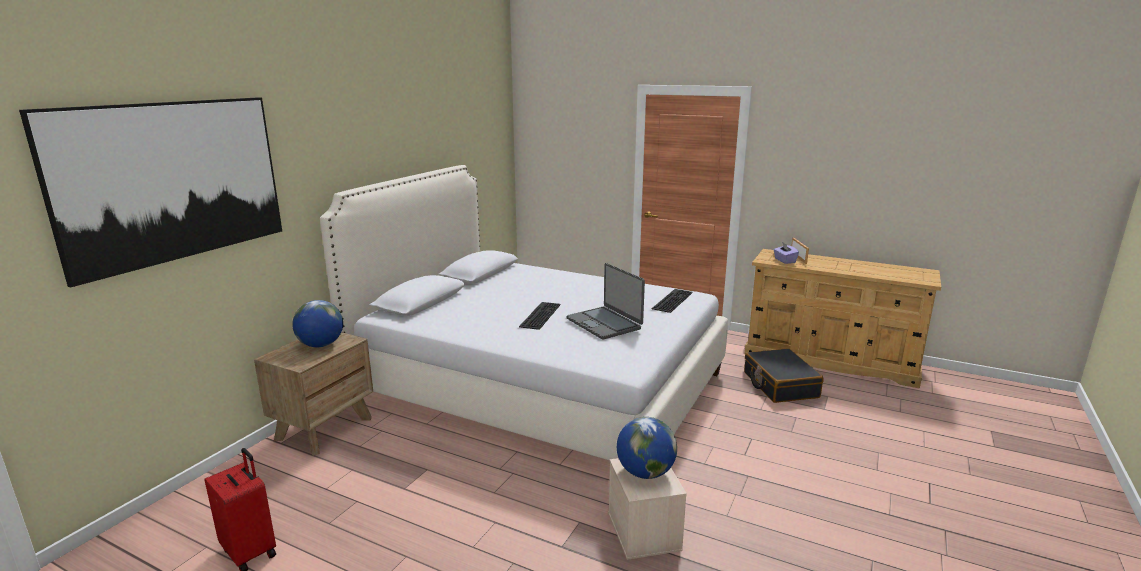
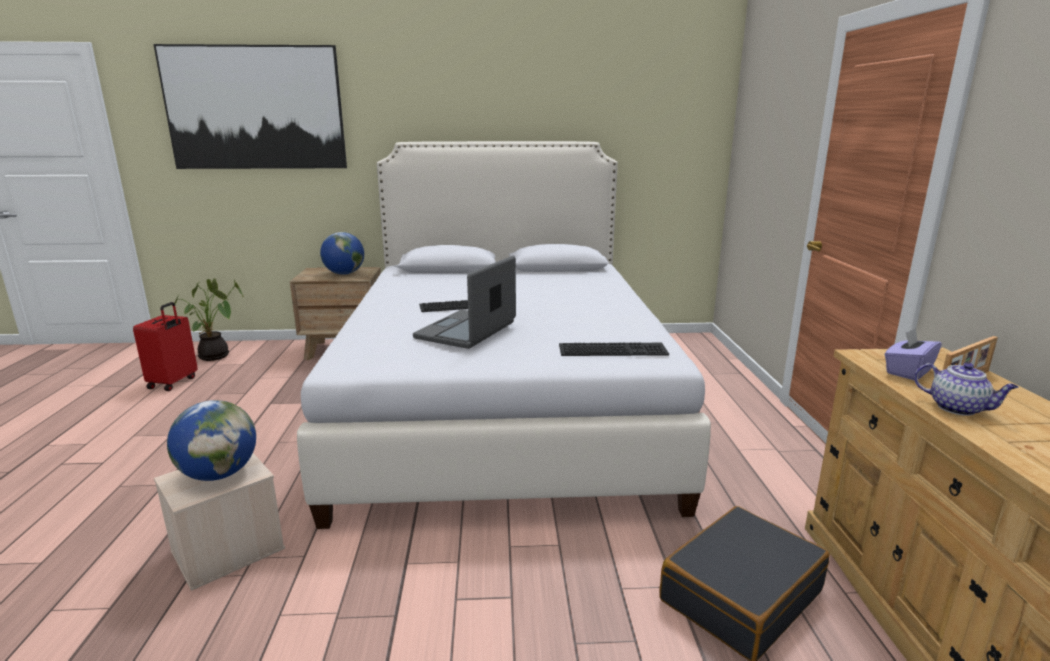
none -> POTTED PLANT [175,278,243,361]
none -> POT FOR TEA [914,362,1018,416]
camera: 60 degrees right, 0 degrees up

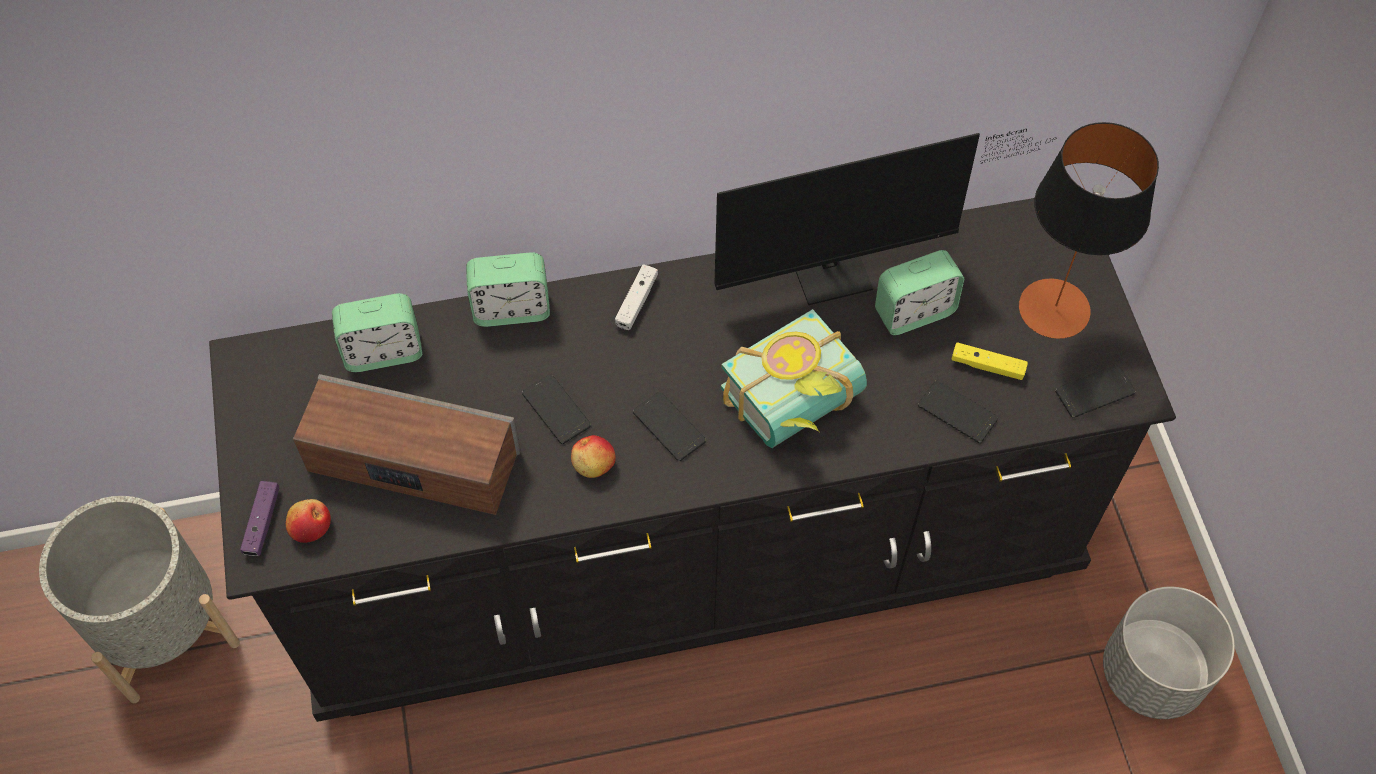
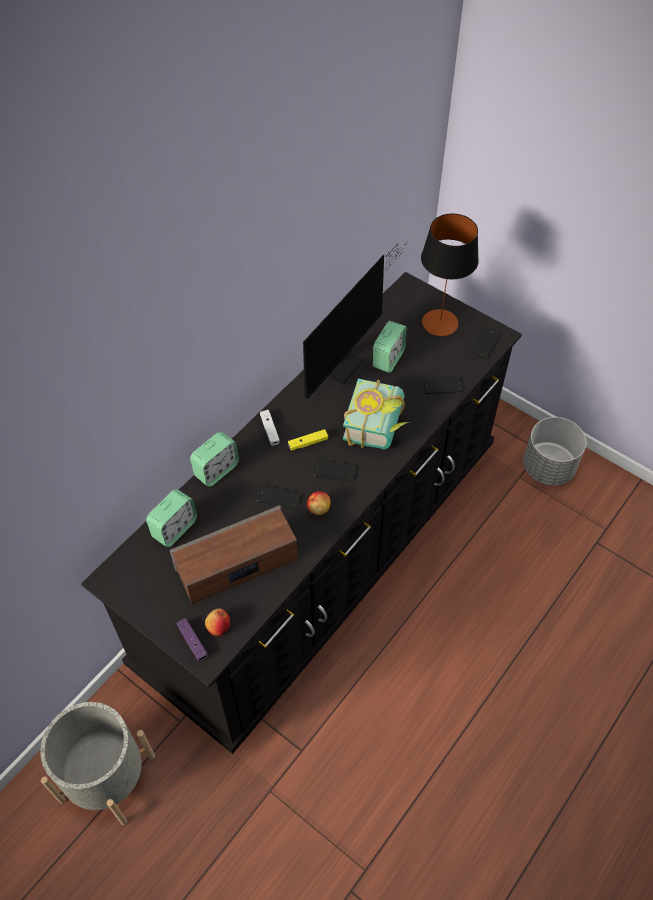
YELLOWISH GAME CONTROLLER [952,342,1028,380] -> YELLOWISH GAME CONTROLLER [288,429,328,451], shifted
camera: 40 degrees left, 5 degrees down

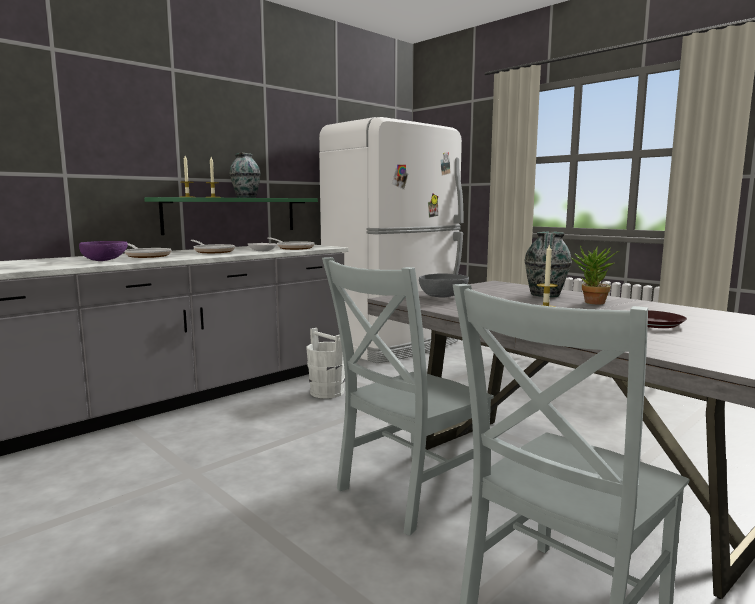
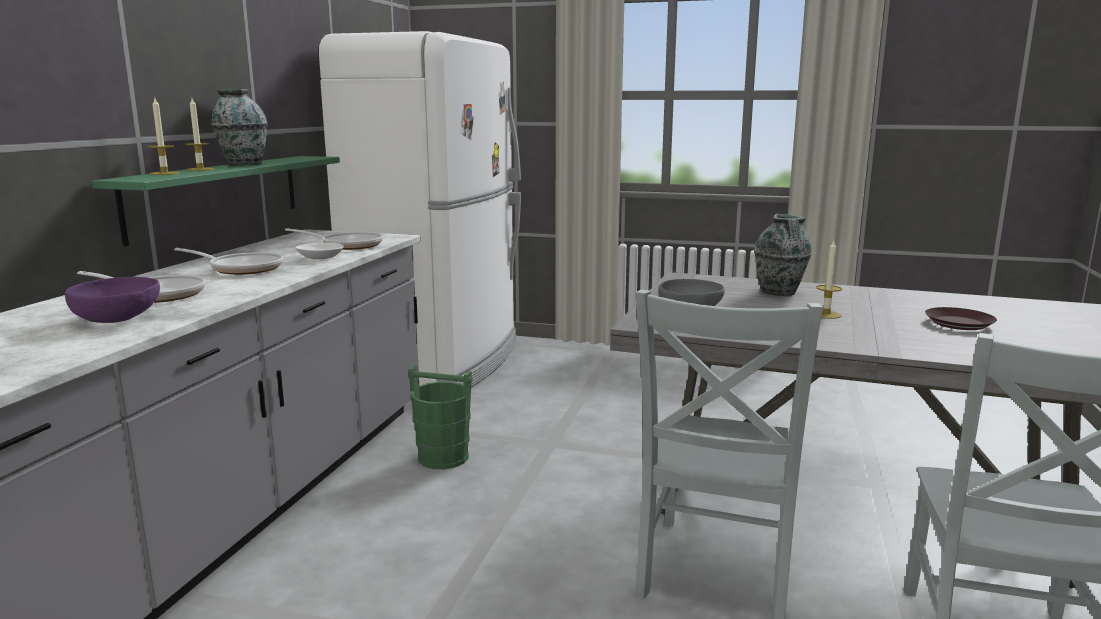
POTTED PLANT [571,245,619,304] -> none
WHITE PAIL [306,328,345,399] -> GREEN-COLOURED PAIL [408,365,473,469]
camera: 30 degrees left, 5 degrees up

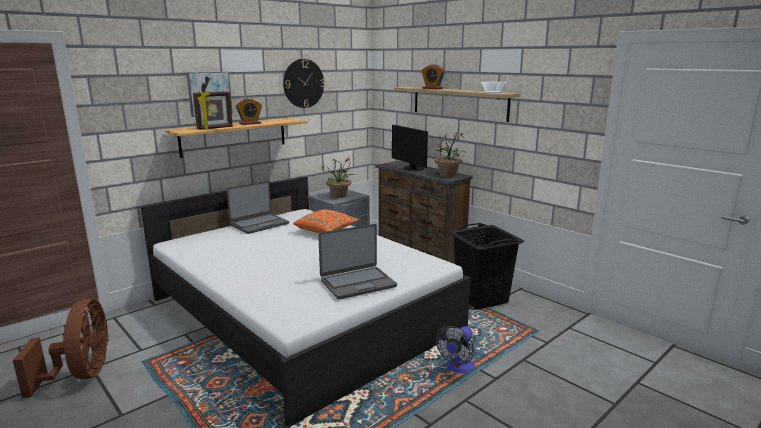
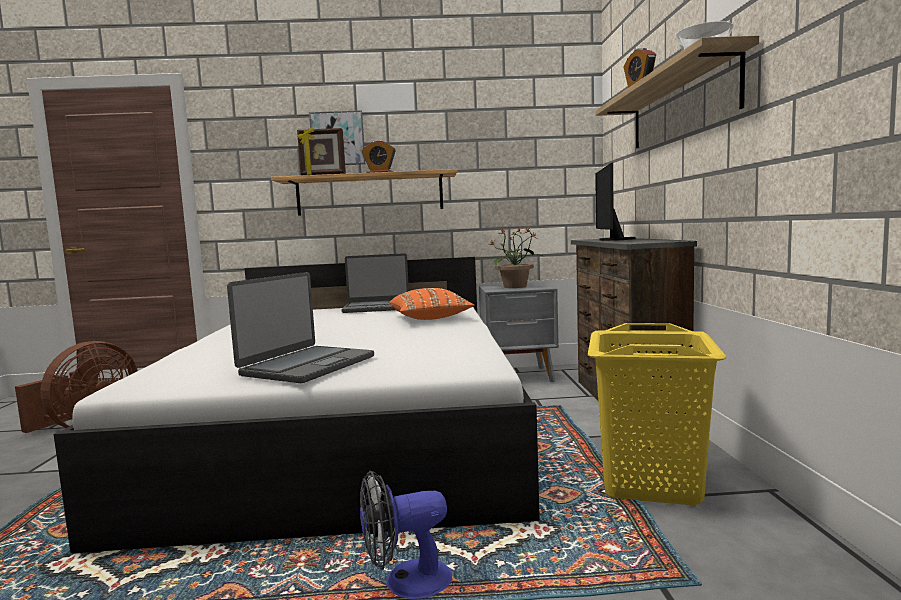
CLOCK ON THE WALL [283,59,325,108] -> none
POTTED PLANT [434,131,467,177] -> none
BLACK-COLOURED HAMPER [450,223,524,309] -> YELLOWISH HAMPER [588,323,726,505]
NOTEBOOK COMPUTER [318,224,397,300] -> NOTEBOOK COMPUTER [227,272,374,383], 75 degrees counterclockwise
camera: 40 degrees right, 10 degrees down

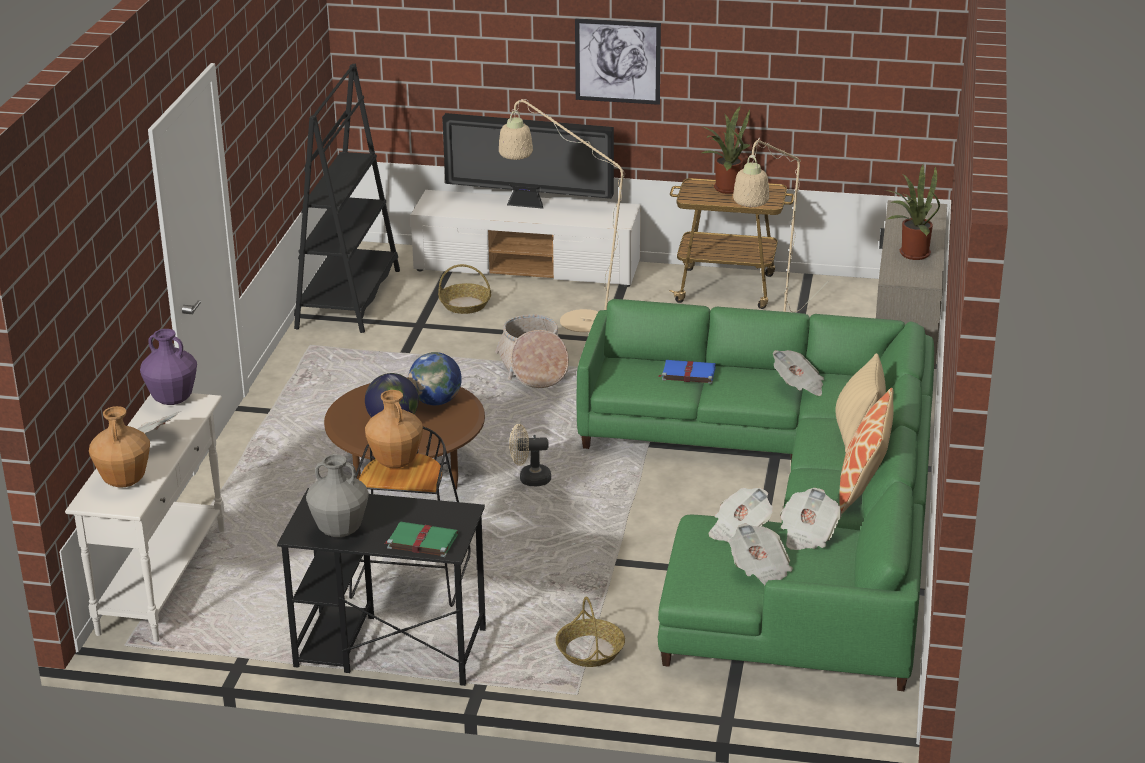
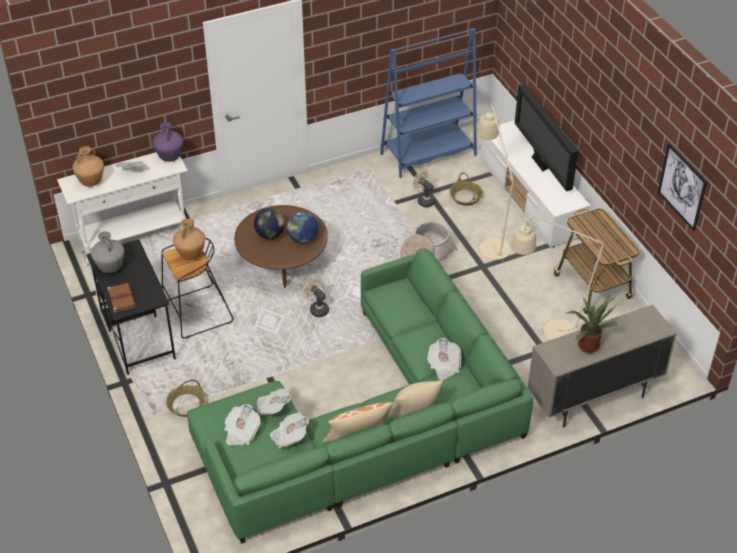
BLUISH VOLUME [658,360,716,384] -> none
POTTED PLANT [702,107,750,194] -> none
none -> SAND-COLOURED FAN [412,170,435,207]
WALL ART [575,18,661,105] -> WALL ART [658,143,707,231], shifted
BLACK-COLOURED BOOKSHELF [294,64,400,333] -> BLUISH BOOKSHELF [380,28,477,178]
GREEN-COLOURED VOLUME [385,521,458,557] -> BROWN-COLOURED VOLUME [107,283,136,313]
camera: 55 degrees right, 15 degrees up

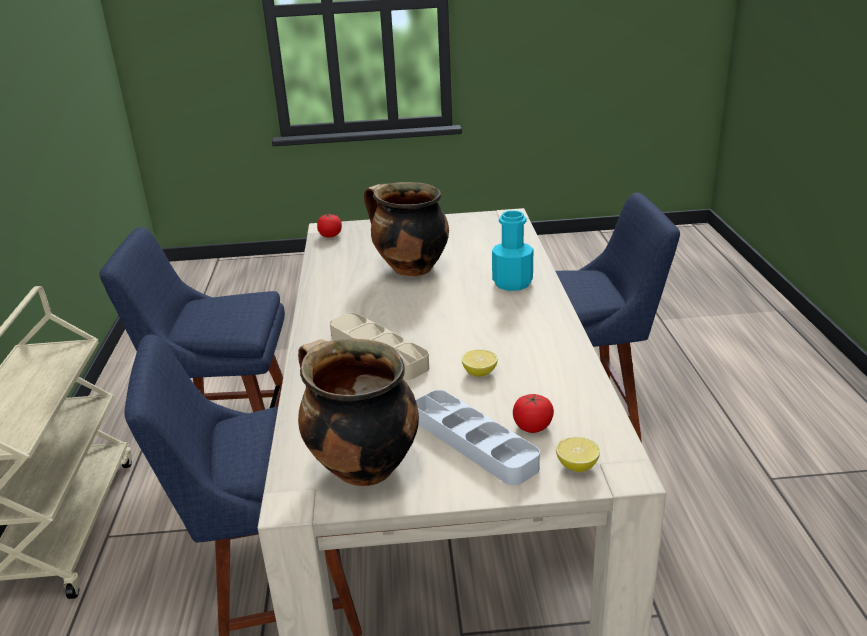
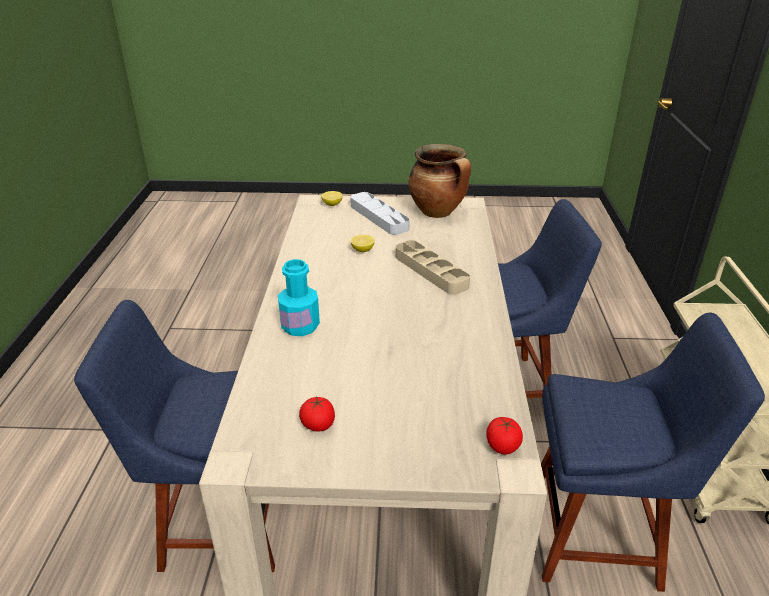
STOCKPOT [364,182,449,276] -> none
FRESH TOMATO [513,394,554,433] -> FRESH TOMATO [299,397,335,432], shifted
camera: 175 degrees left, 5 degrees up

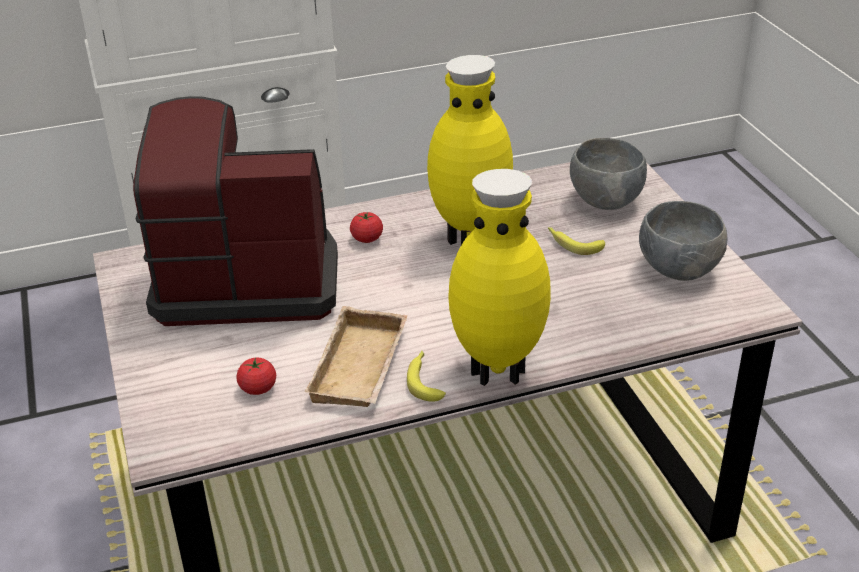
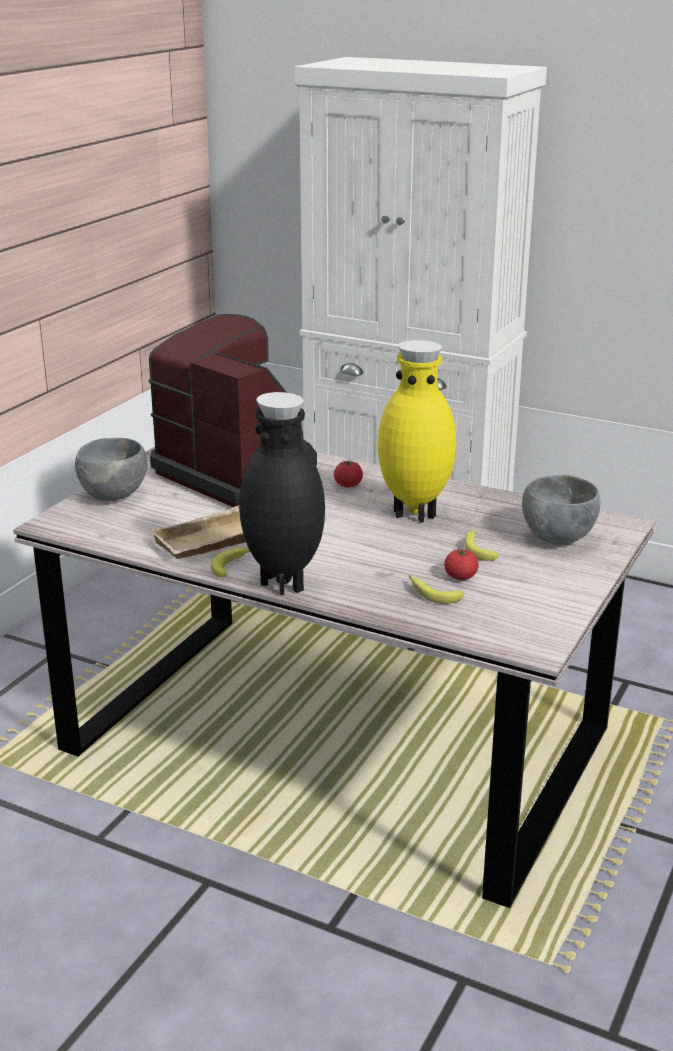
none -> WHOLE BANANA [409,575,464,604]
FRESH TOMATO [236,358,276,395] -> FRESH TOMATO [444,549,479,580], shifted
GREY BOWL [639,201,727,281] -> GREY BOWL [75,438,148,501], shifted
YELLOWISH DECORATIVE VASE [448,169,551,386] -> BLACK-COLOURED DECORATIVE VASE [239,392,325,595]
camera: 45 degrees right, 10 degrees down

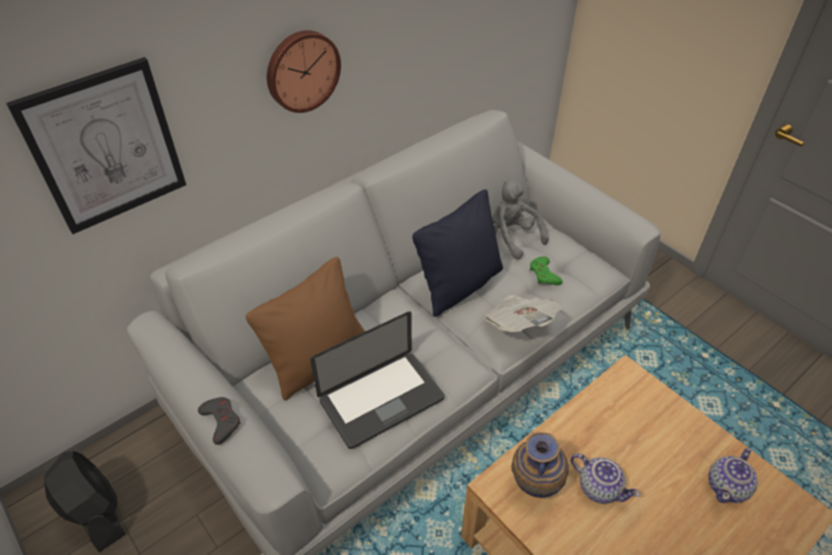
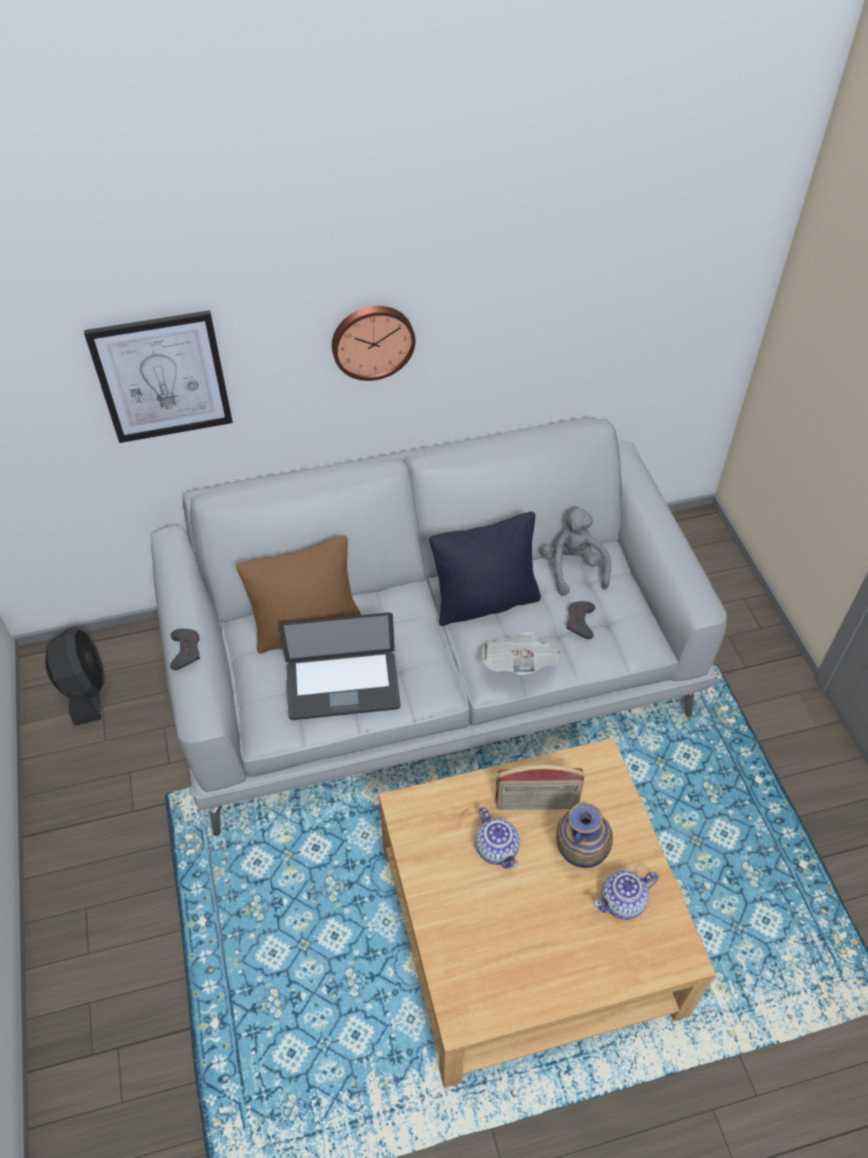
none -> RADIO SET [496,765,584,810]
DECORATIVE VASE [511,432,568,498] -> DECORATIVE VASE [556,802,613,868], shifted
GREEN-COLOURED GAME CONTROLLER [530,256,563,285] -> GREY GAME CONTROLLER [567,601,595,639]
camera: 25 degrees right, 5 degrees up

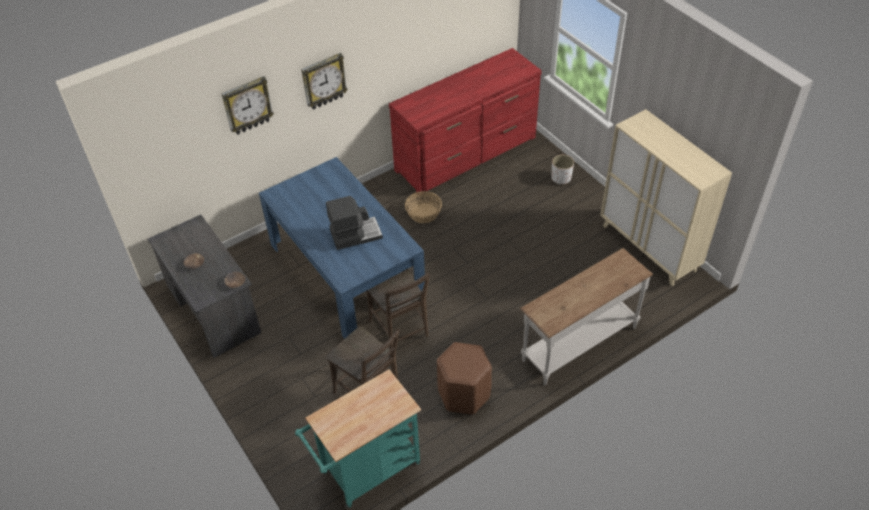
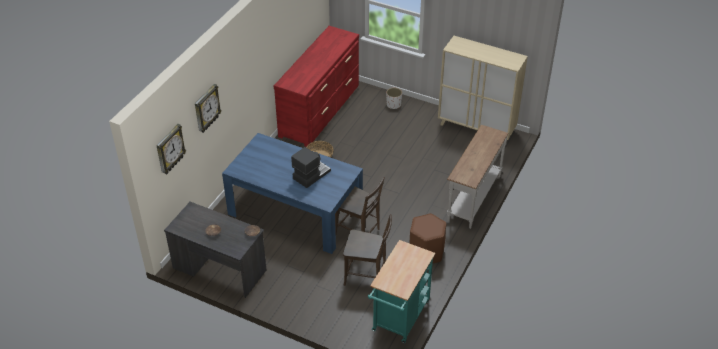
CLOCK ON THE WALL [301,53,348,110] -> CLOCK ON THE WALL [156,124,186,174], shifted
camera: 30 degrees left, 5 degrees down

